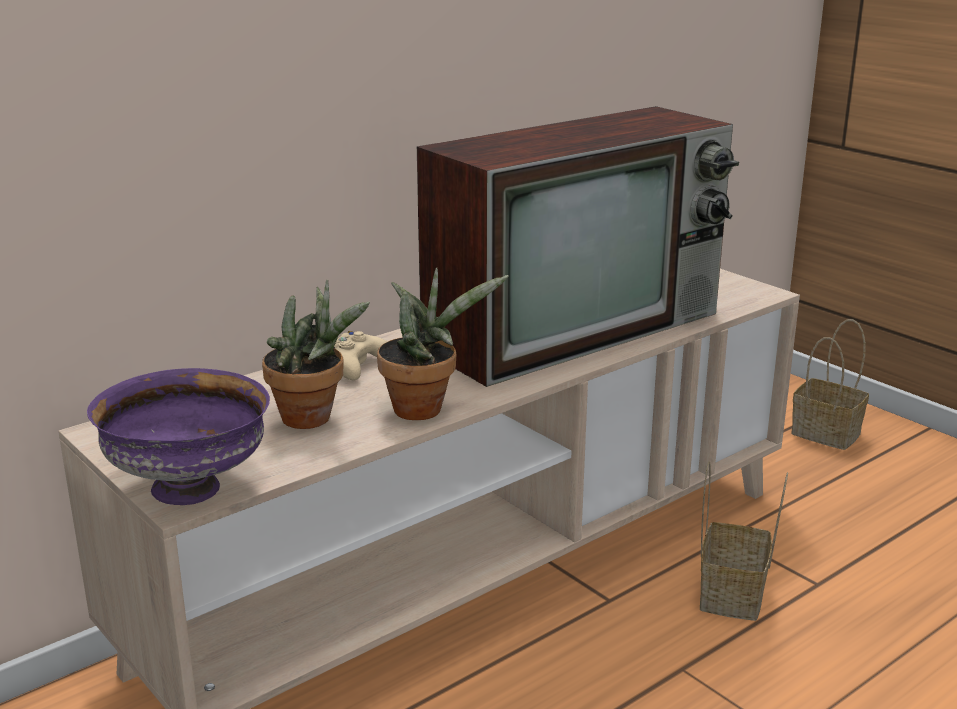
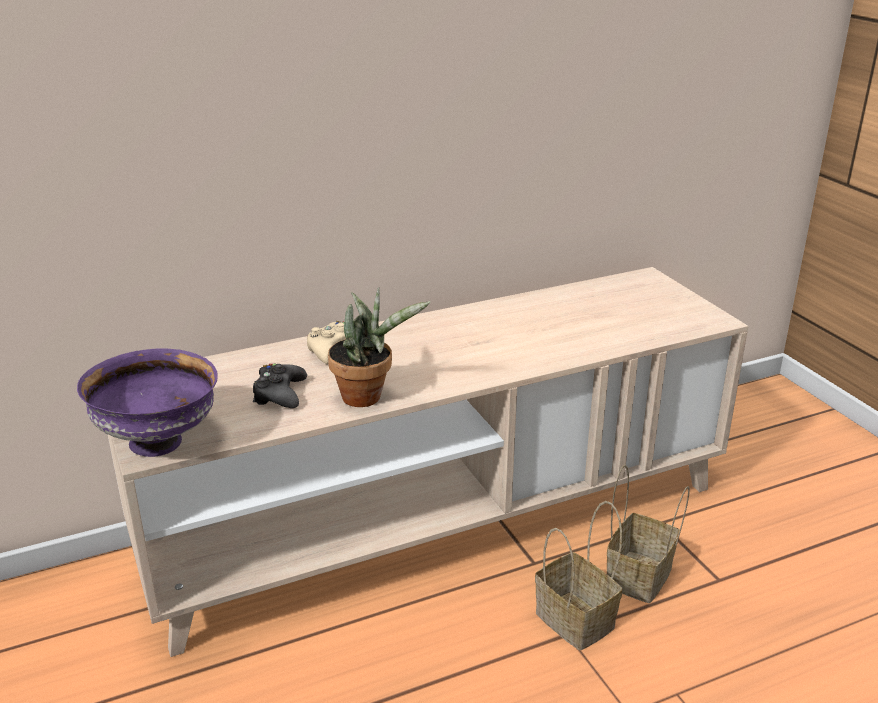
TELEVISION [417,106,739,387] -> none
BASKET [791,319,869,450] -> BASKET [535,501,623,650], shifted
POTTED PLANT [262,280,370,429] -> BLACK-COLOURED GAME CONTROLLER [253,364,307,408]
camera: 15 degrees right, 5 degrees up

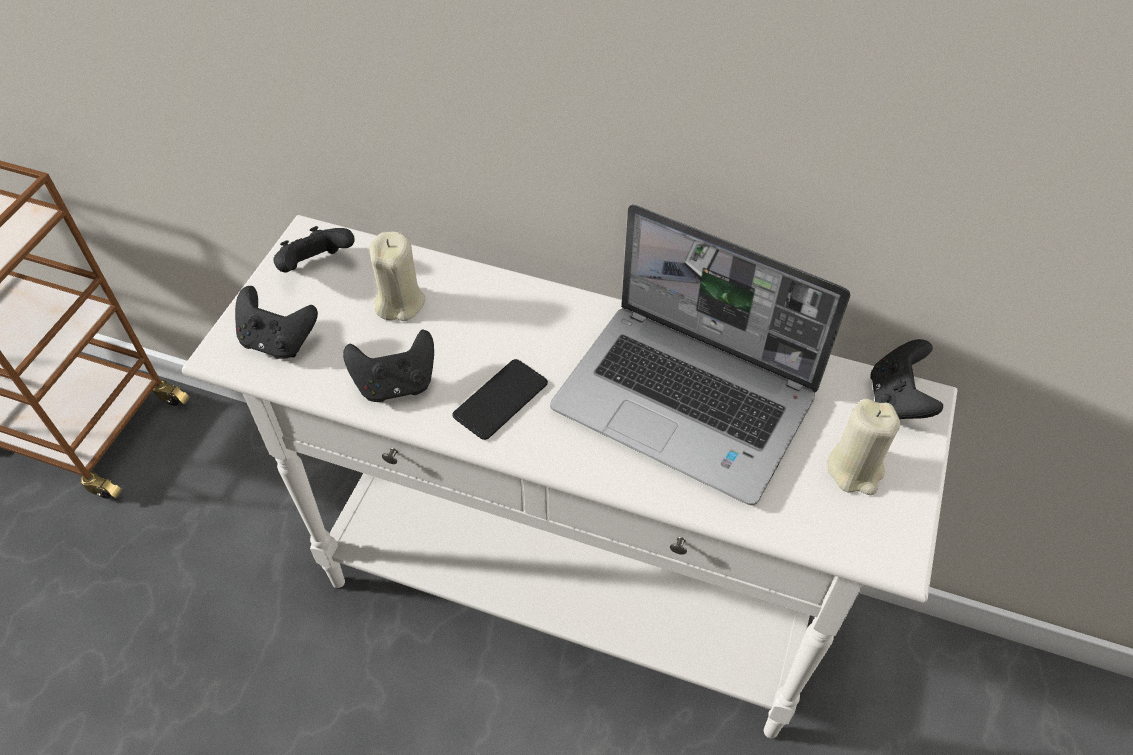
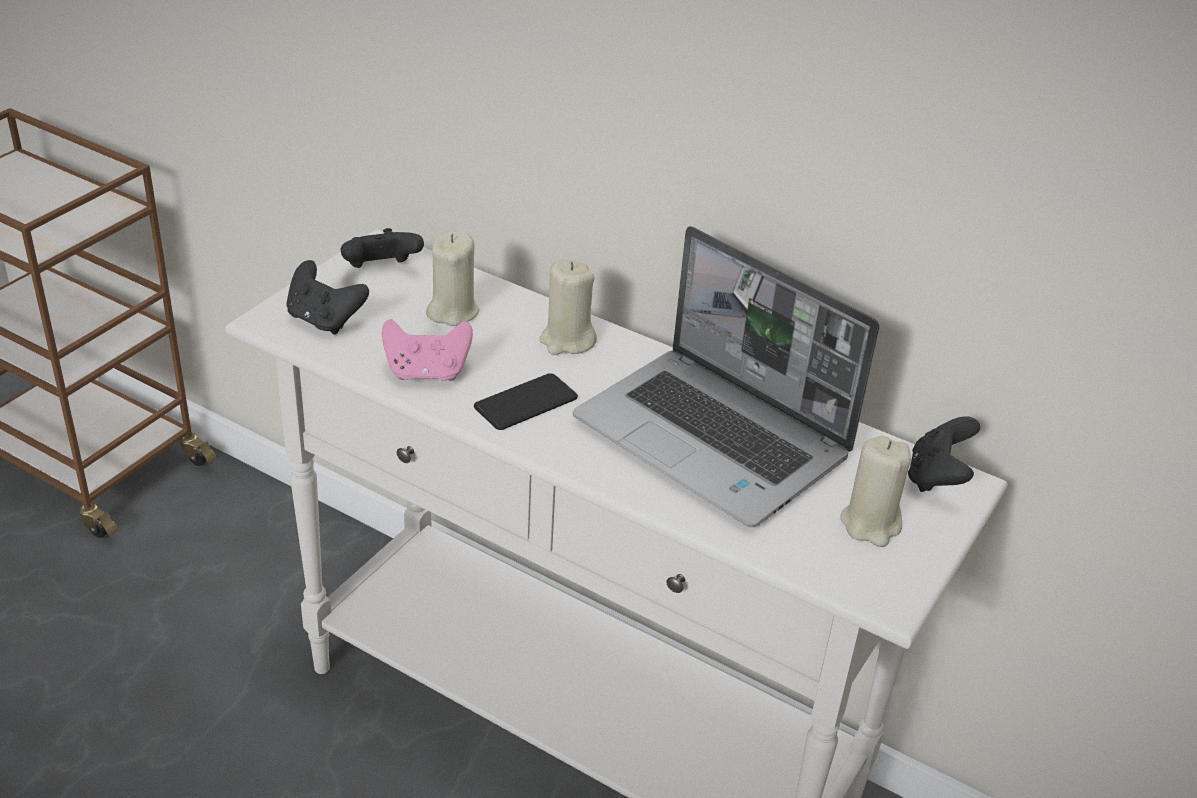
none -> SAND-COLOURED CANDLE [539,260,597,355]
BLACK-COLOURED GAME CONTROLLER [343,330,434,402] -> PINKISH GAME CONTROLLER [382,319,473,381]
camera: 10 degrees right, 15 degrees down

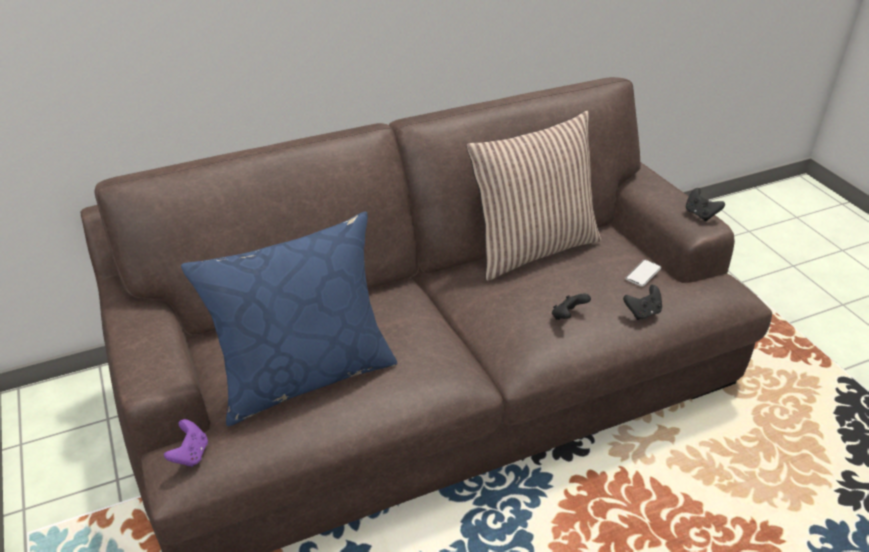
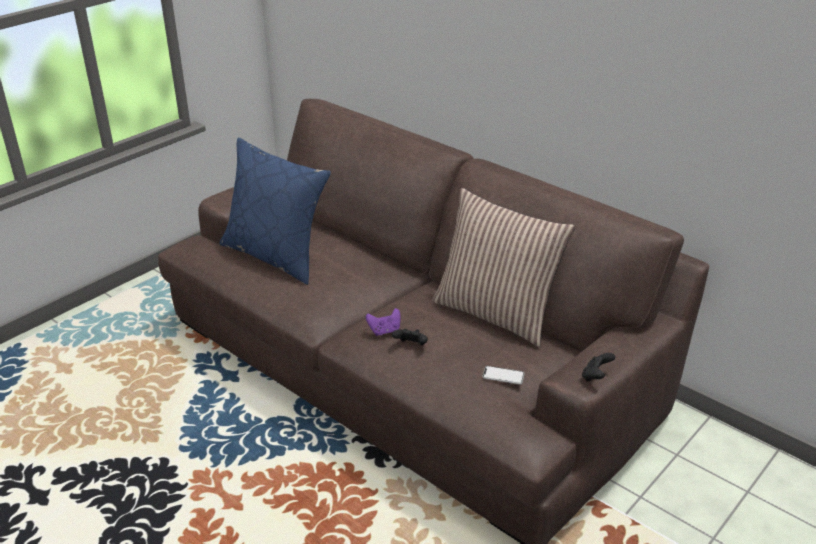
BLACK-COLOURED GAME CONTROLLER [623,285,662,320] -> none
PURPLISH GAME CONTROLLER [164,419,208,467] -> PURPLISH GAME CONTROLLER [366,308,401,336], shifted
camera: 65 degrees right, 5 degrees down

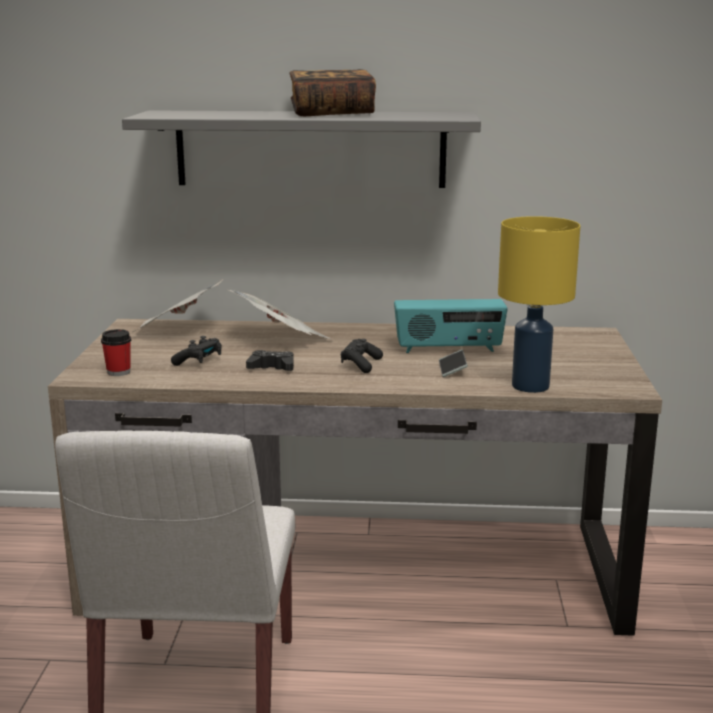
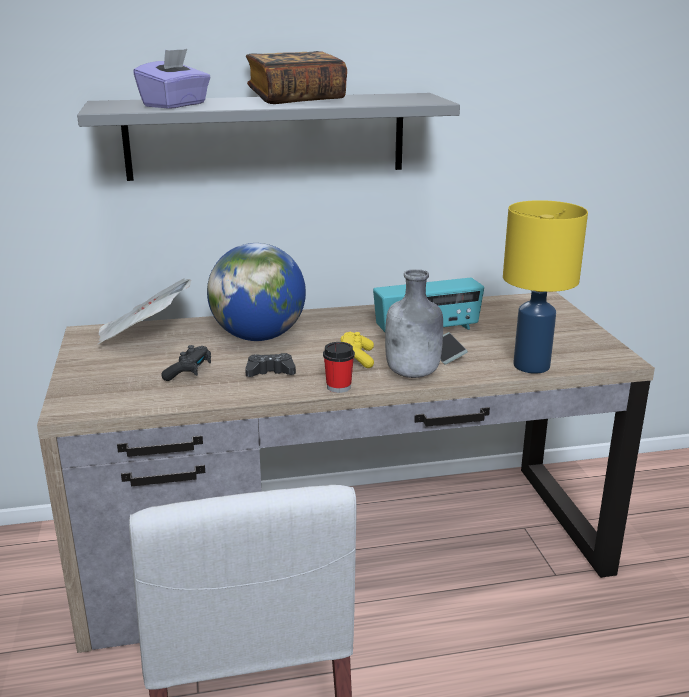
none -> PURPLISH TISSUE BOX [133,49,210,109]
none -> GREY BEVERAGE BOTTLE [385,269,443,378]
SMALL CUP [101,329,131,376] -> SMALL CUP [323,342,355,393], shifted
PRINTED PAPER [229,290,333,339] -> GLOBE [207,243,306,341]
BLACK-COLOURED GAME CONTROLLER [341,339,383,373] -> YELLOWISH GAME CONTROLLER [340,332,374,368]
camera: 15 degrees left, 5 degrees up

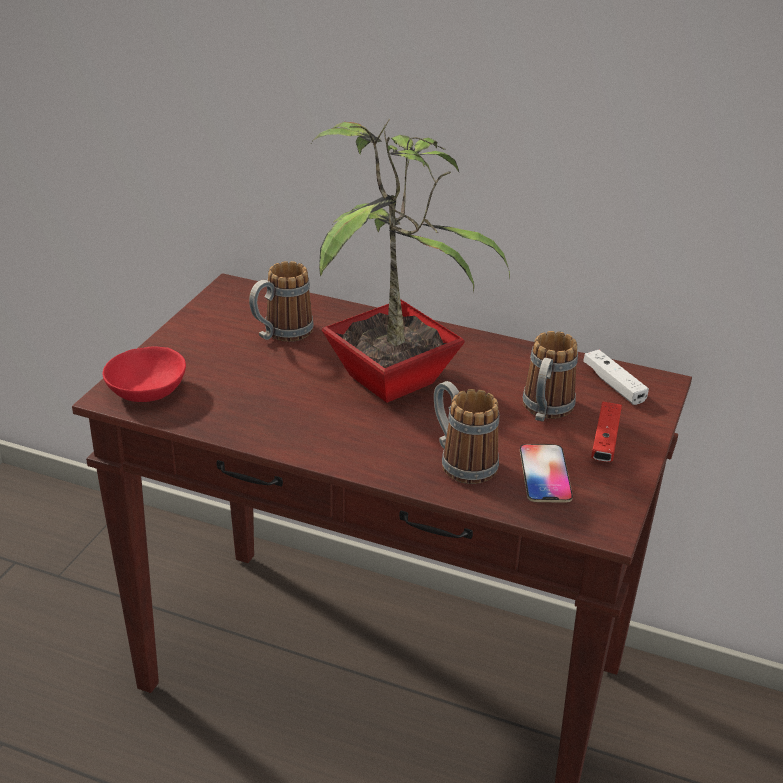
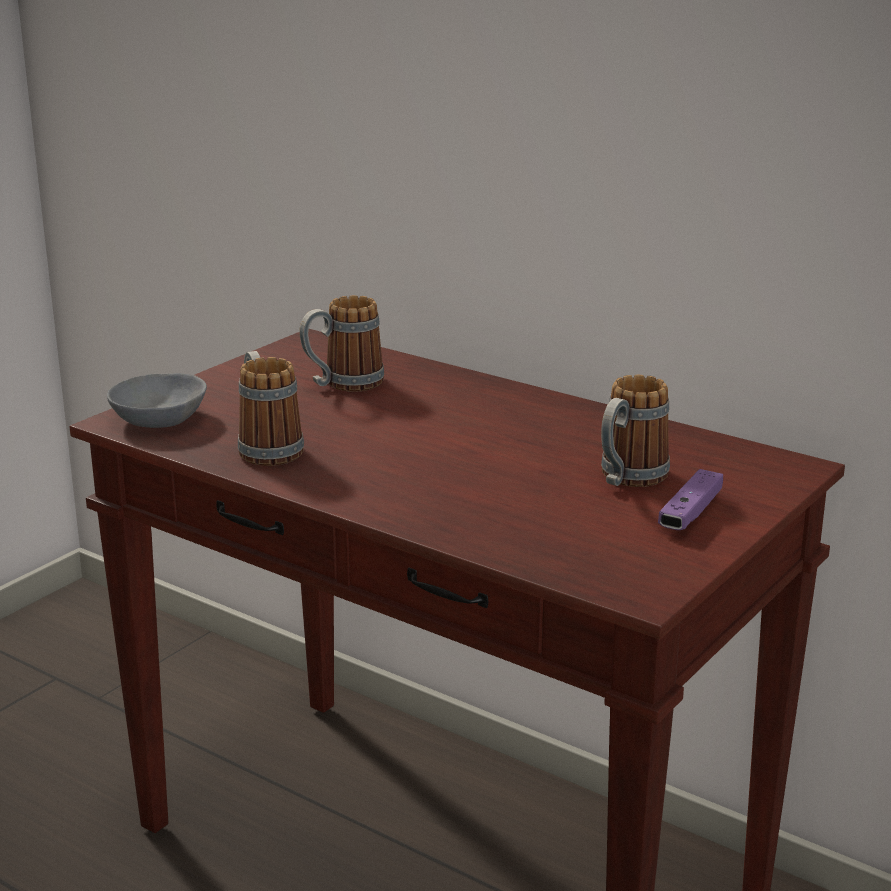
POTTED PLANT [311,119,510,403] -> none
HANDSET [520,444,573,503] -> none
WHITE GAME CONTROLLER [583,350,649,405] -> none
COFFEE MUG [434,381,499,484] -> COFFEE MUG [238,351,304,466], shifted
REDDISH BOWL [102,346,186,402] -> GREY BOWL [107,373,207,428]
REDDISH GAME CONTROLLER [591,402,622,462] -> PURPLISH GAME CONTROLLER [658,469,723,530]
camera: 15 degrees right, 10 degrees down

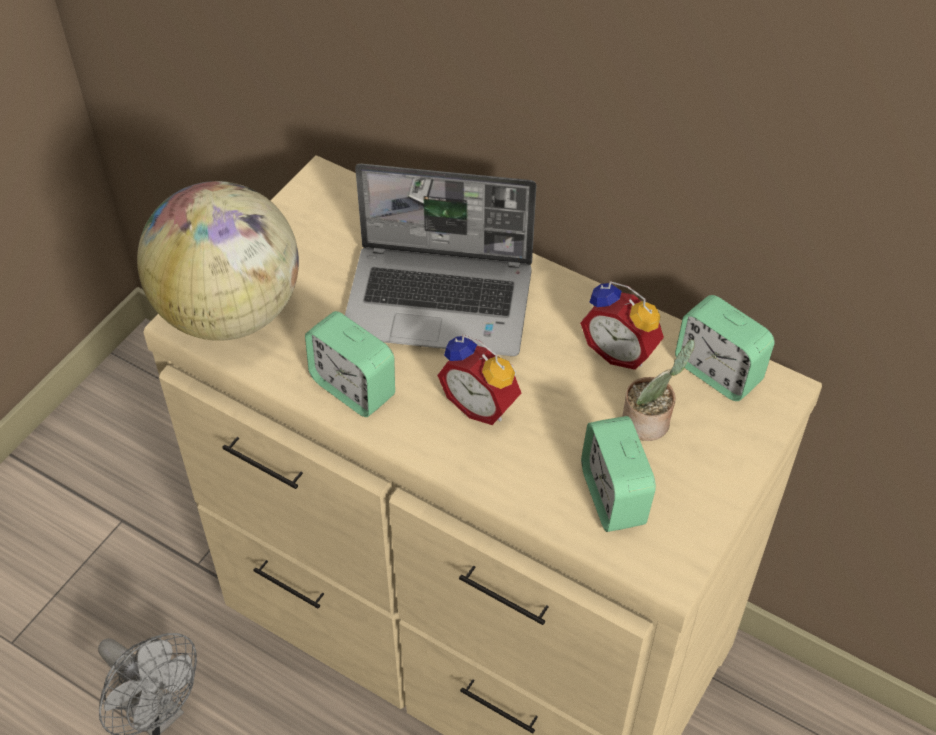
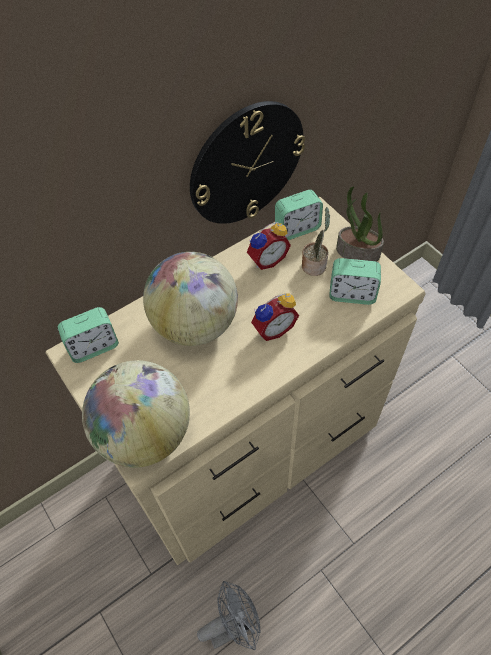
none -> CLOCK ON THE WALL [190,101,305,224]
none -> POTTED PLANT [336,186,384,262]
ALARM CLOCK [305,311,395,417] -> ALARM CLOCK [57,307,119,363], shifted
NOTEBOOK COMPUTER [345,164,537,356] -> GLOBE [143,252,238,346]
camera: 65 degrees left, 5 degrees up

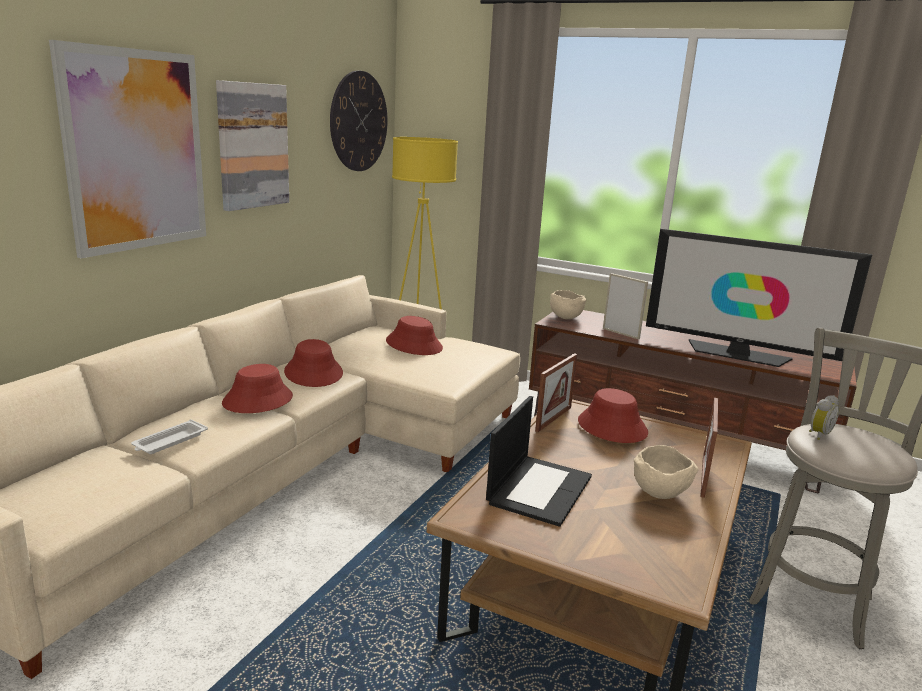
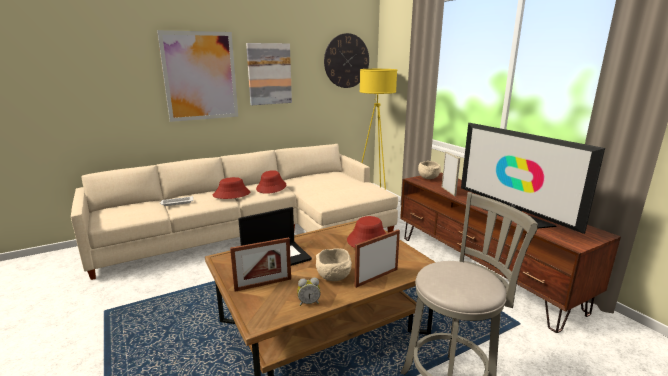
REDDISH HAT [386,316,443,355] -> none
PHOTO FRAME [535,353,577,432] -> PHOTO FRAME [230,237,291,292], shifted
ALARM CLOCK [809,395,839,440] -> ALARM CLOCK [297,278,321,306], shifted
camera: 35 degrees right, 0 degrees up

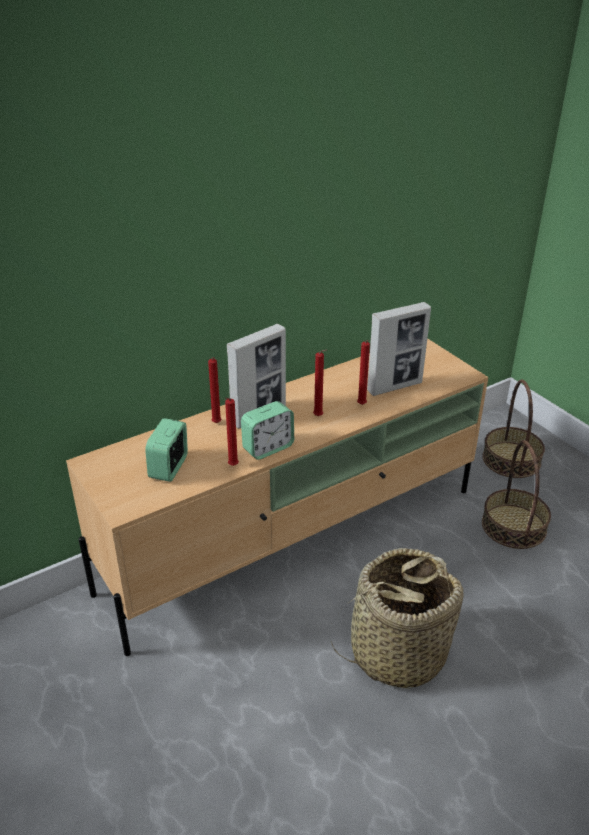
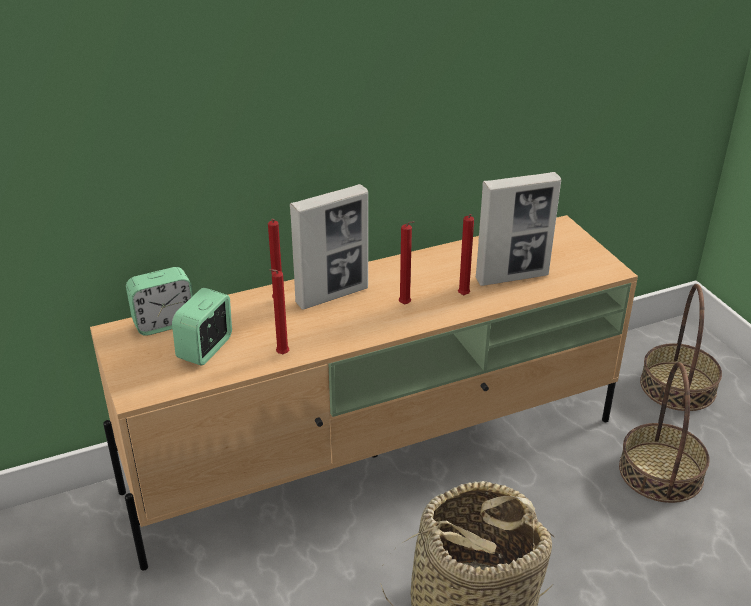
ALARM CLOCK [241,401,294,460] -> ALARM CLOCK [126,267,193,336], shifted
camera: 10 degrees right, 0 degrees up

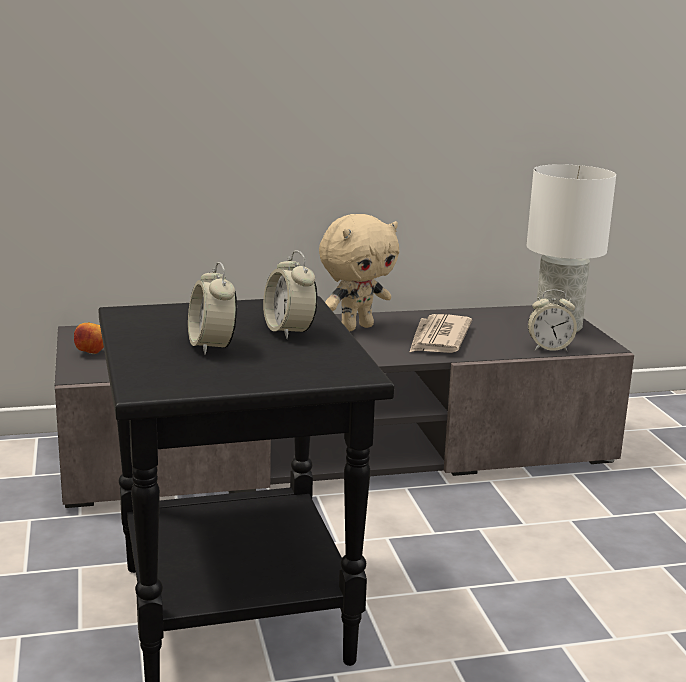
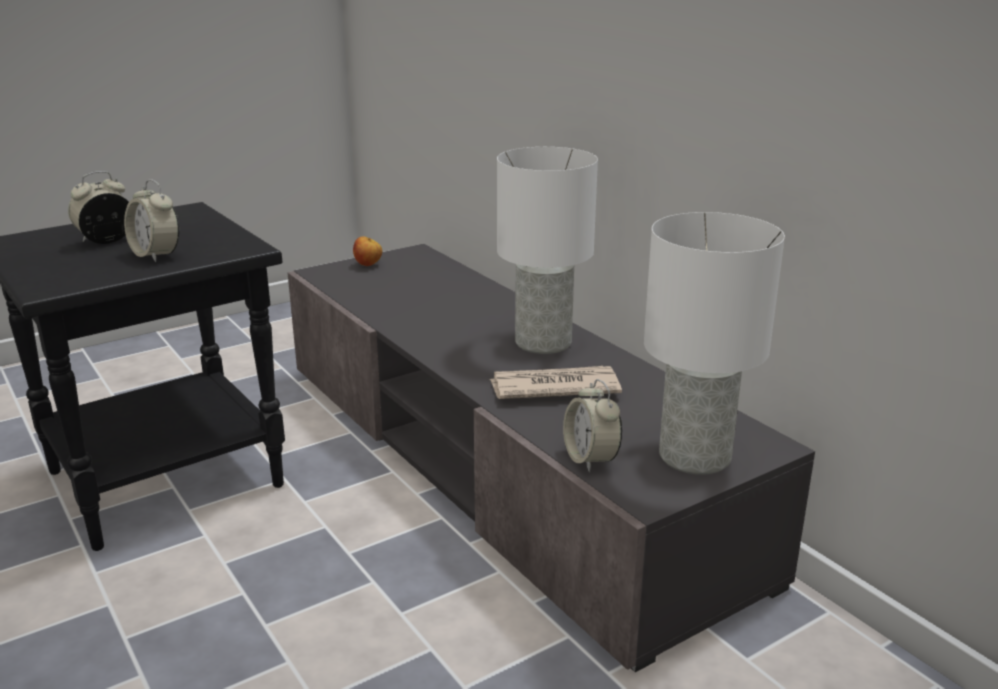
SAND-COLOURED PLUSH TOY [319,214,399,331] -> WHITE TABLE LAMP [497,147,598,354]
ALARM CLOCK [263,251,318,339] -> ALARM CLOCK [124,179,179,262], 90 degrees counterclockwise
camera: 70 degrees right, 5 degrees up

